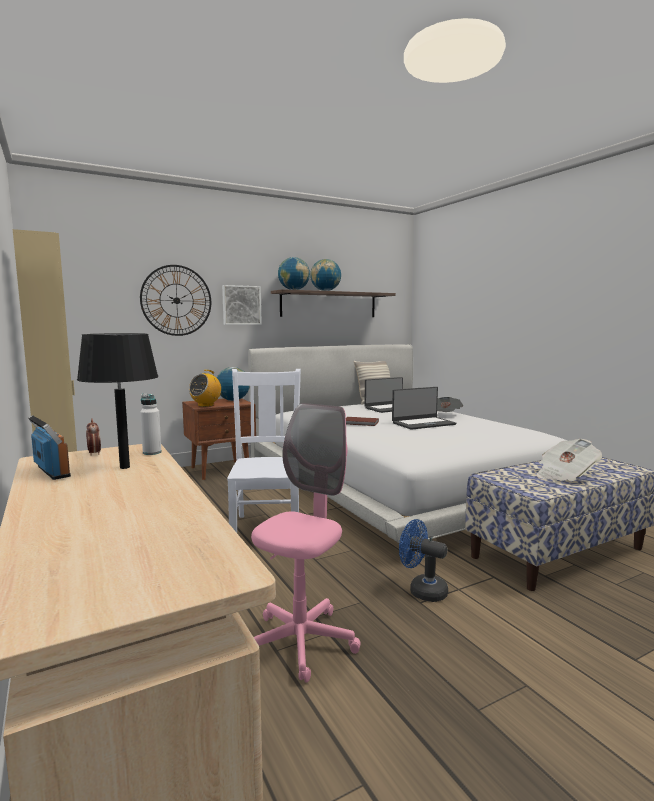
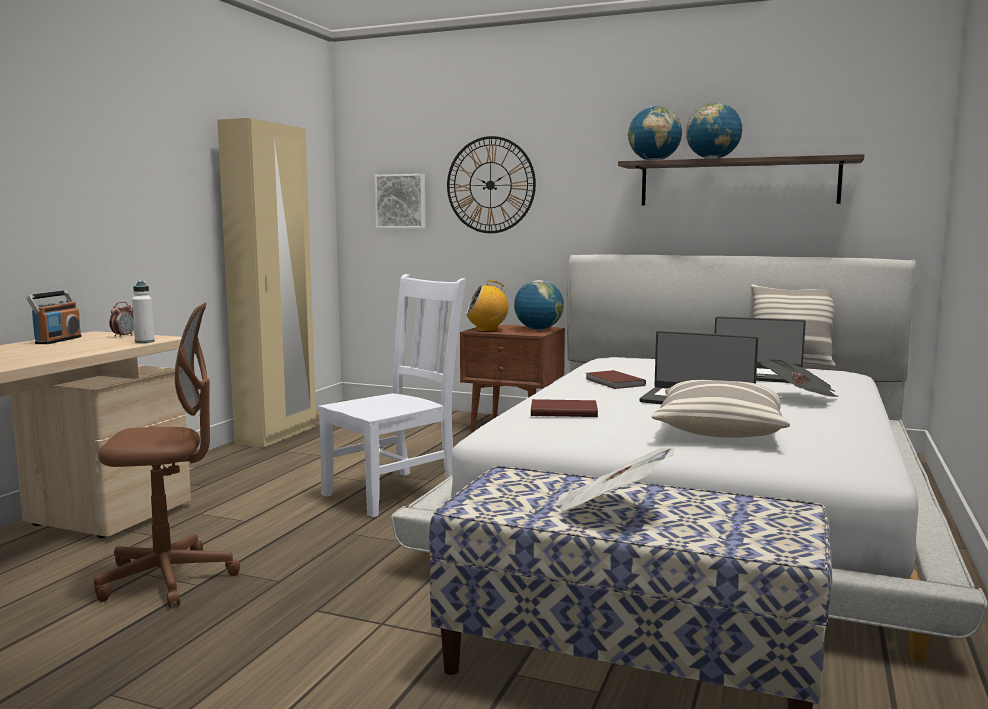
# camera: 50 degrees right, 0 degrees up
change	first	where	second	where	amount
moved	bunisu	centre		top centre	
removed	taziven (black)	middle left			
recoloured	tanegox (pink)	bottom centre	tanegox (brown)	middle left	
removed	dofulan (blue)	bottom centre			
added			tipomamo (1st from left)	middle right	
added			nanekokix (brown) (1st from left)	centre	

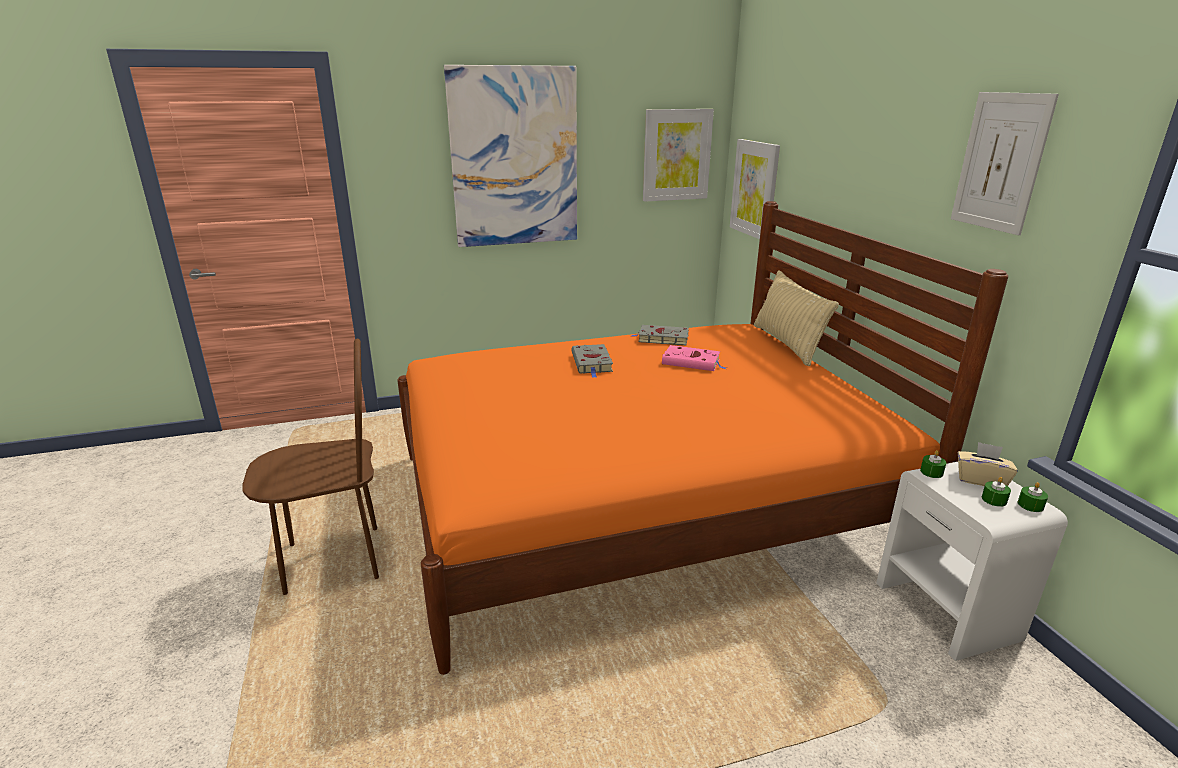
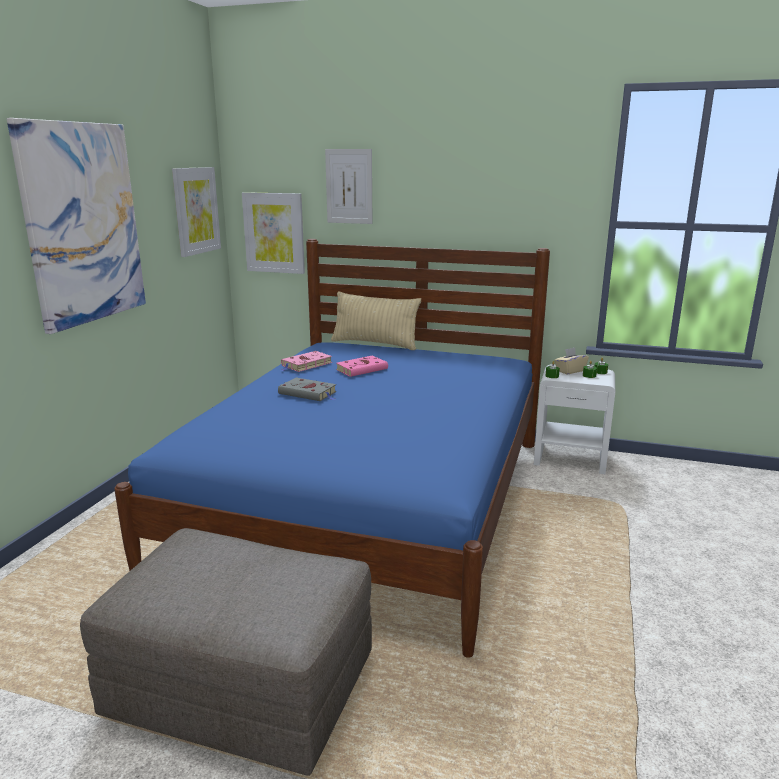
# camera: 55 degrees left, 5 degrees down
change	first	where	second	where	amount
moved	bunisu (4th from left)	top right		top centre	
recoloured	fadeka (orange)	centre	fadeka (blue)	centre	
recoloured	nanekokix (grey) (2nd from left)	centre	nanekokix (pink) (1st from left)	centre	
replaced	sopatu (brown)	middle left	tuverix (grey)	bottom left	

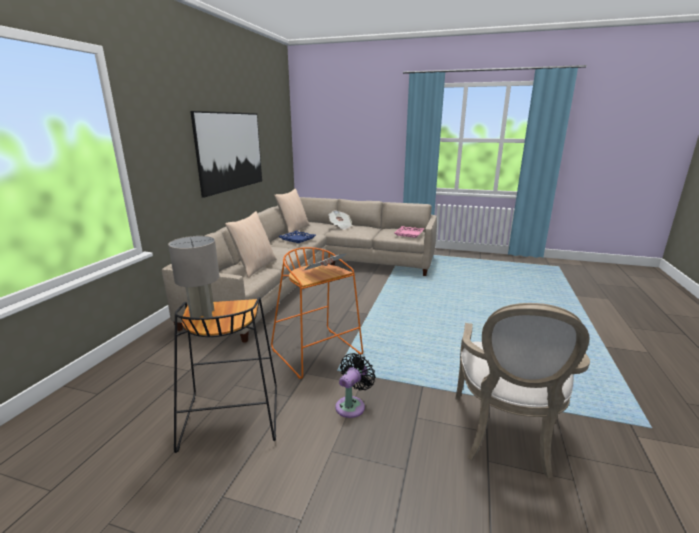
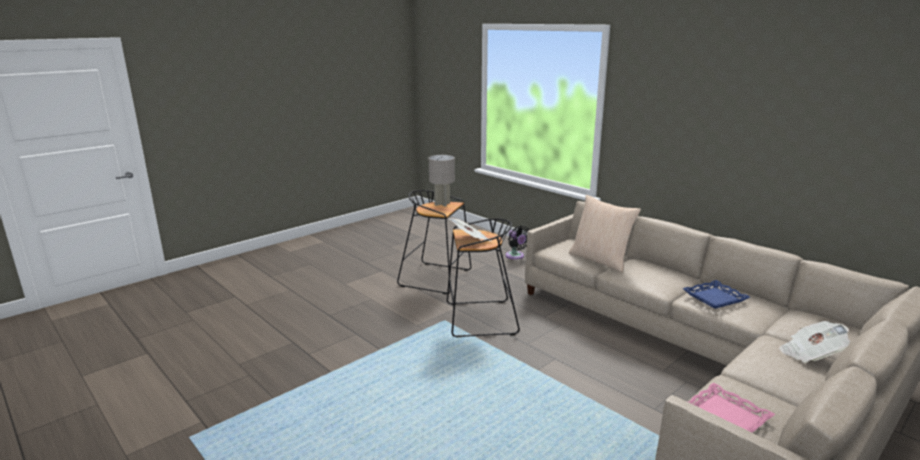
# camera: 120 degrees right, 0 degrees up
change	first	where	second	where	amount
removed	bunisu	top left			
removed	tipomamo (beige) (2nd from left)	centre			
recoloured	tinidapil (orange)	centre	tinidapil (black) (2nd from left)	centre	
removed	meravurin	bottom right			
moved	dofulan (black)	bottom centre		centre	

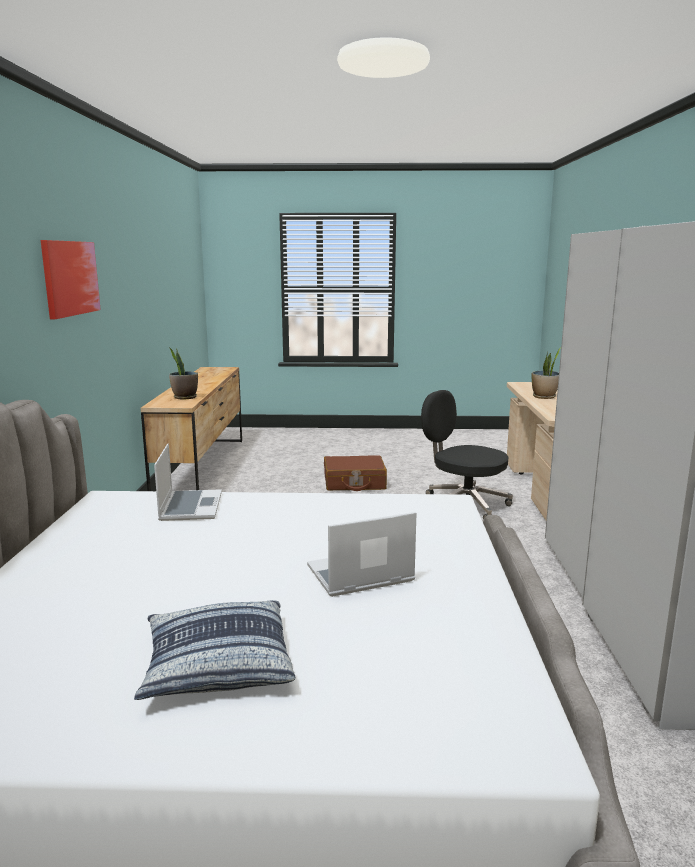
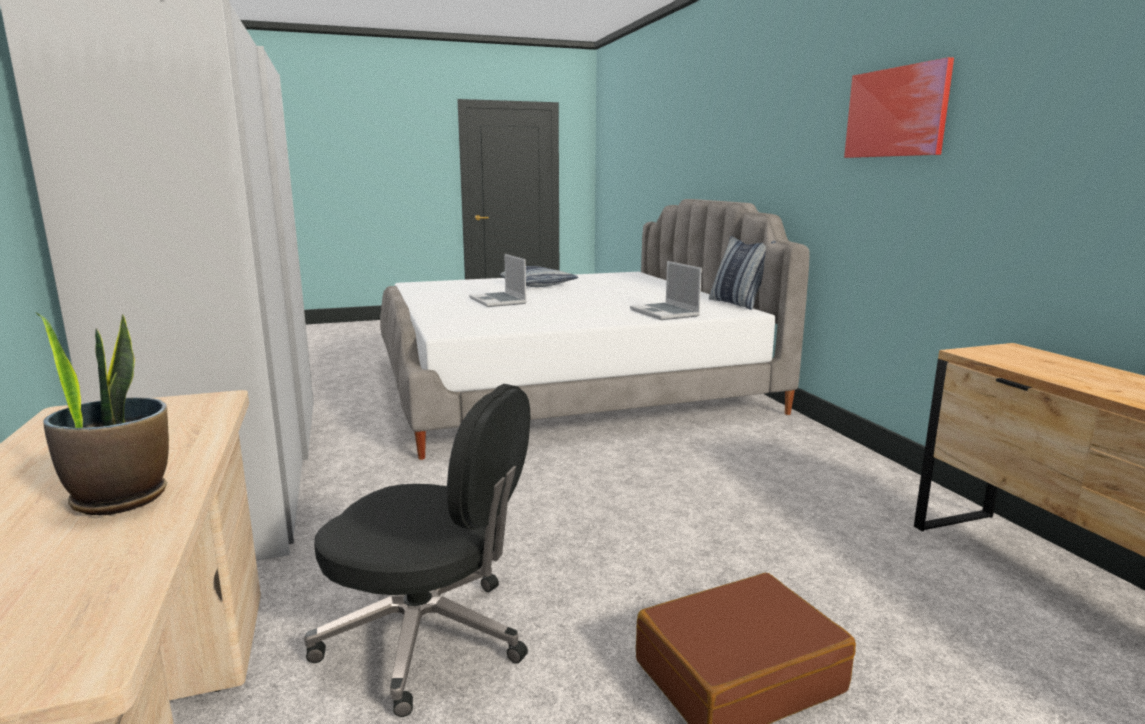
# camera: 160 degrees right, 0 degrees up
change	first	where	second	where	amount
removed	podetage (1st from left)	middle left			
turned	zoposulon (2nd from left in the first image)	centre	zoposulon (1st from left)	centre	105 degrees clockwise
added			tipomamo (2nd from left)	centre	

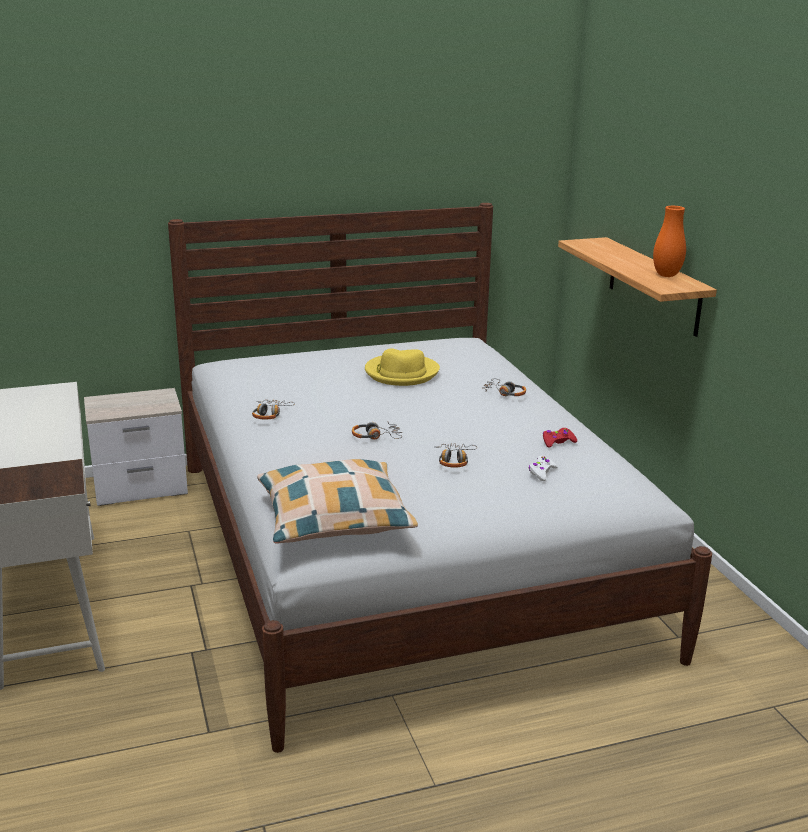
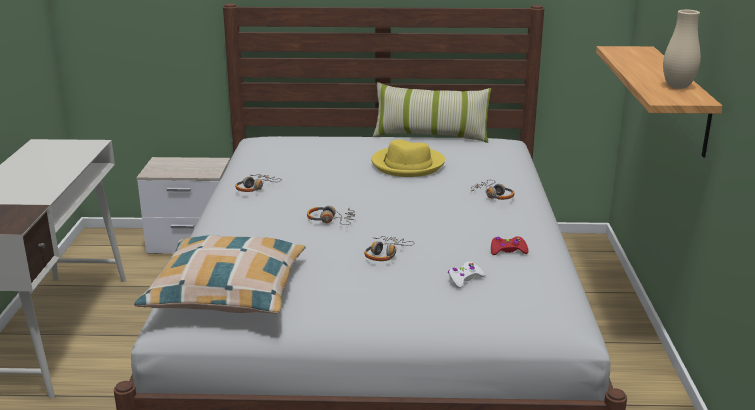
# camera: 20 degrees right, 0 degrees up
change	first	where	second	where	amount
recoloured	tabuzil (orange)	top right	tabuzil (beige)	top right	
added			tipomamo (2nd from left)	top centre	

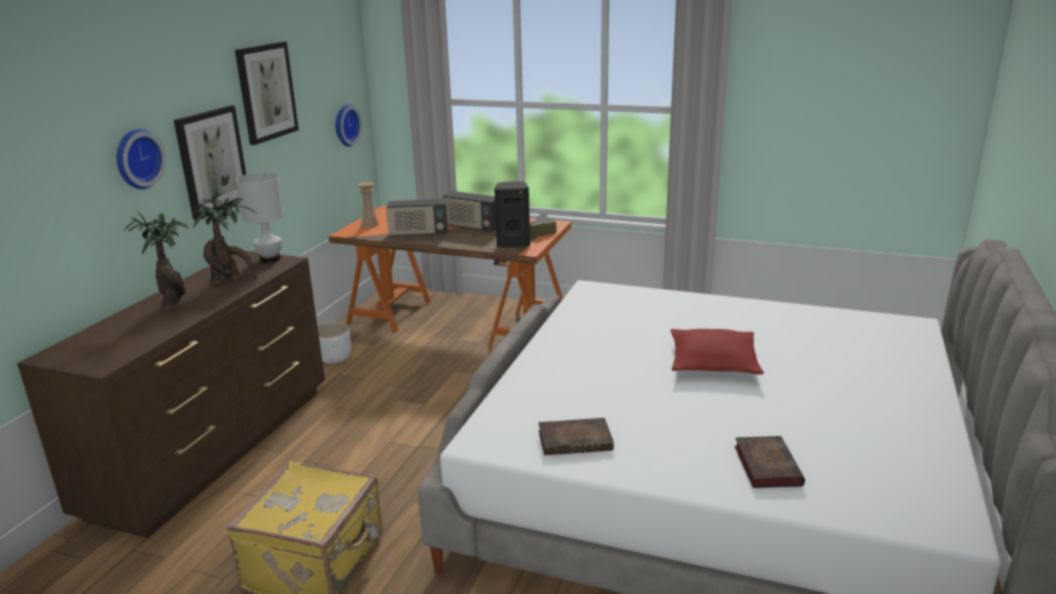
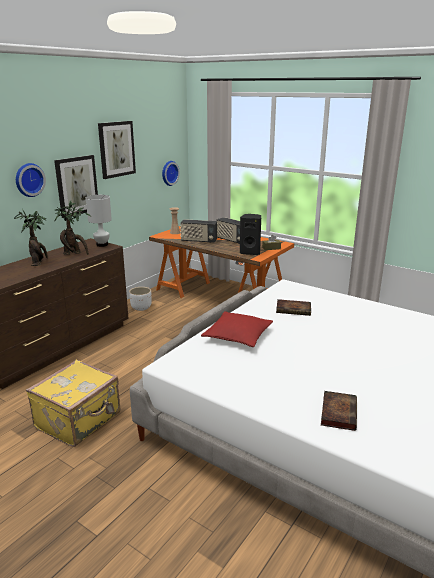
# camera: 15 degrees right, 0 degrees up
change	first	where	second	where	amount
moved	tipomamo (red)	middle right		centre	
moved	nanekokix (1st from left)	bottom centre		middle right	

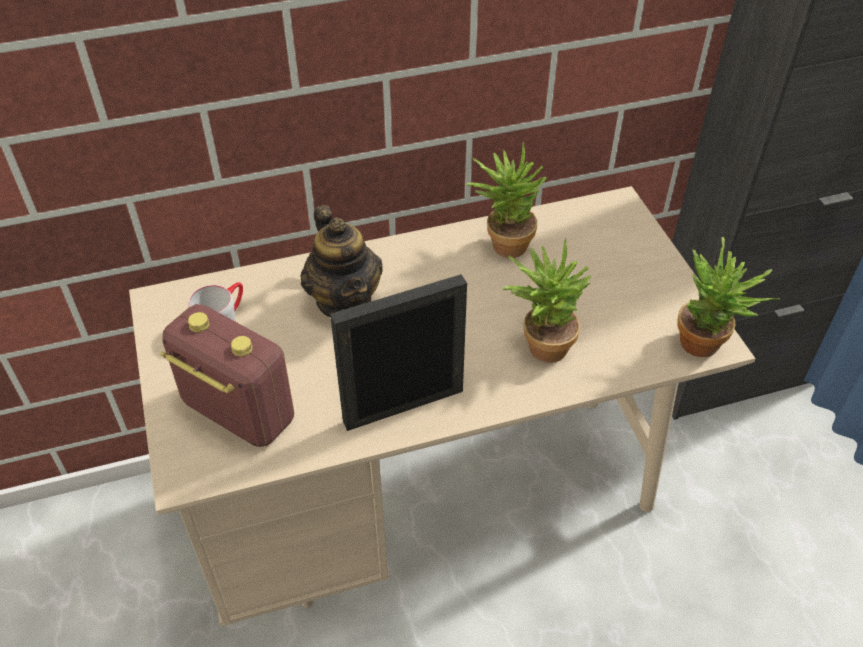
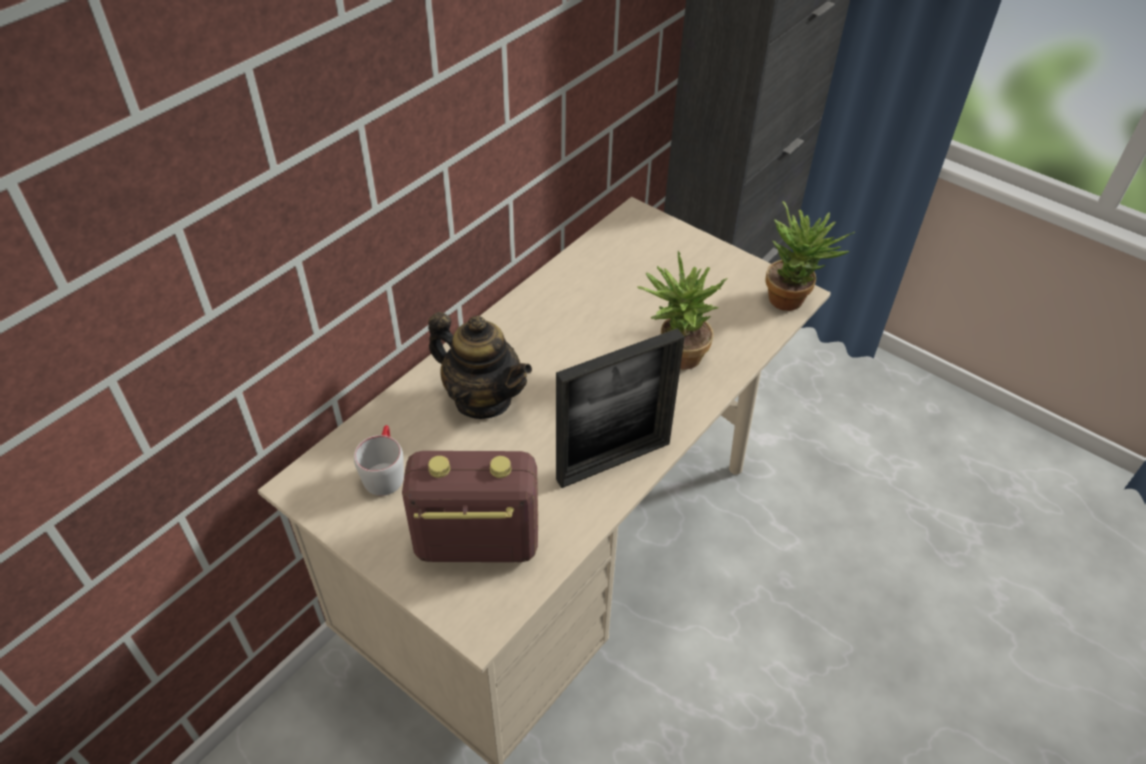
# camera: 35 degrees left, 0 degrees up
change	first	where	second	where	amount
removed	podetage (1st from left)	top centre			
turned	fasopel	centre		centre	150 degrees counterclockwise

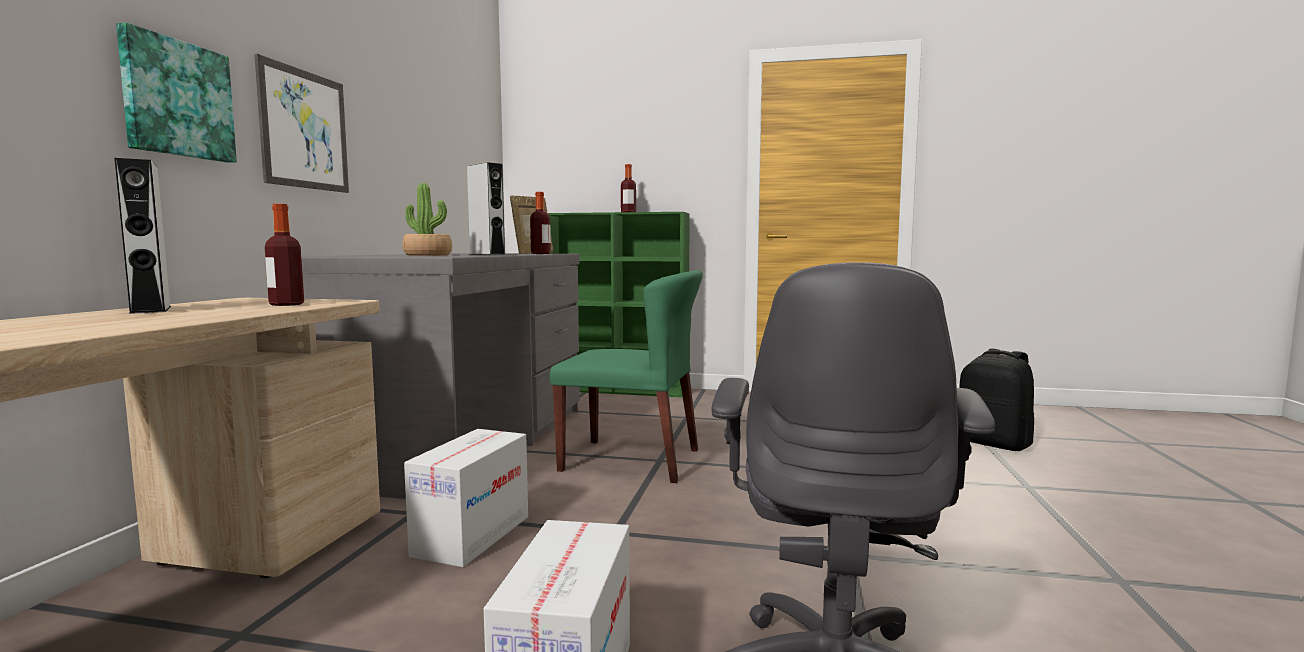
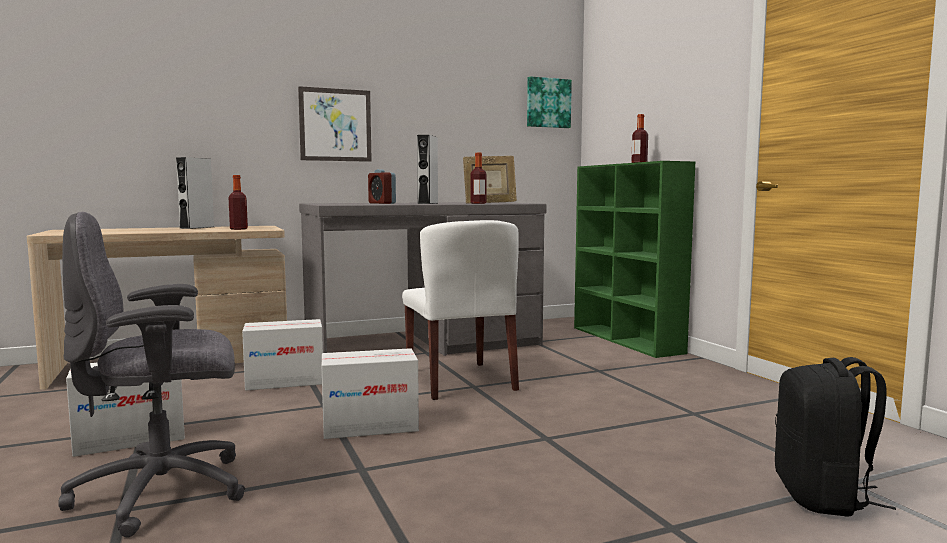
# camera: 55 degrees right, 0 degrees up
change	first	where	second	where	amount
moved	bunisu (1st from left in the first image)	top left	bunisu (2nd from left)	top centre	
replaced	podetage	middle left	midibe	centre	
recoloured	sopatu (green)	centre	sopatu (white)	centre	
added			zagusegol (3rd from left)	bottom centre	

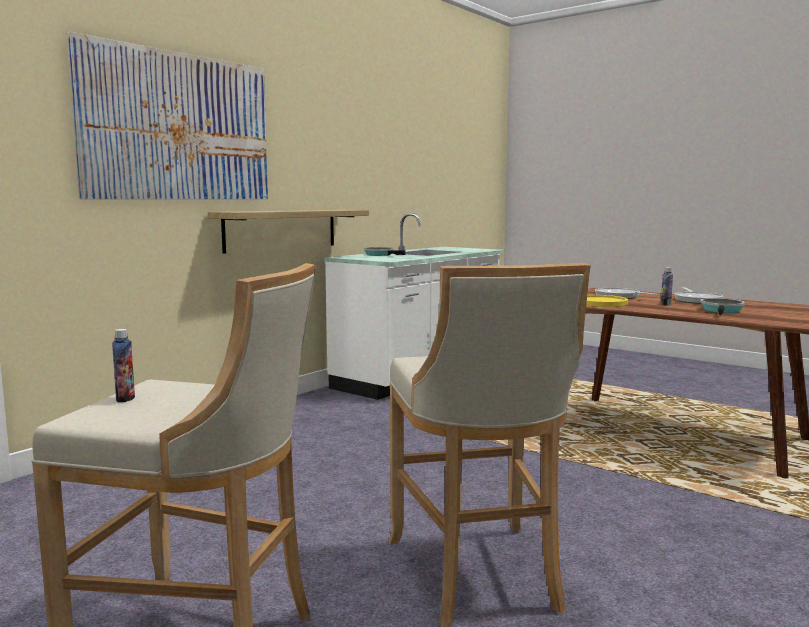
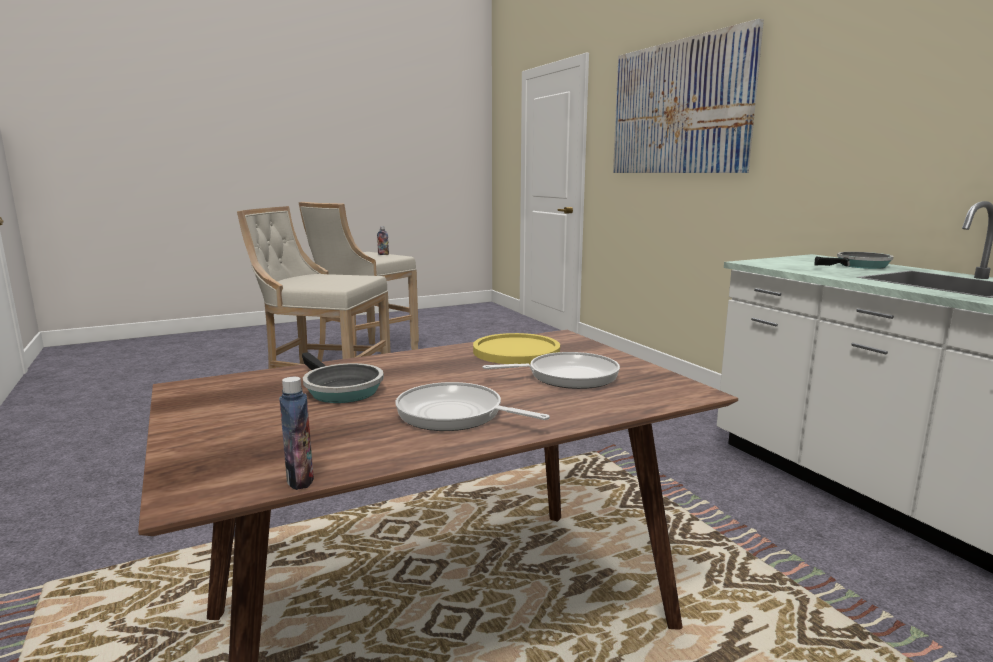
# camera: 115 degrees right, 5 degrees up
change	first	where	second	where	amount
removed	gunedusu	centre			
moved	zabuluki (2nd from left in the first image)	middle right	zabuluki (1st from left)	middle left	

